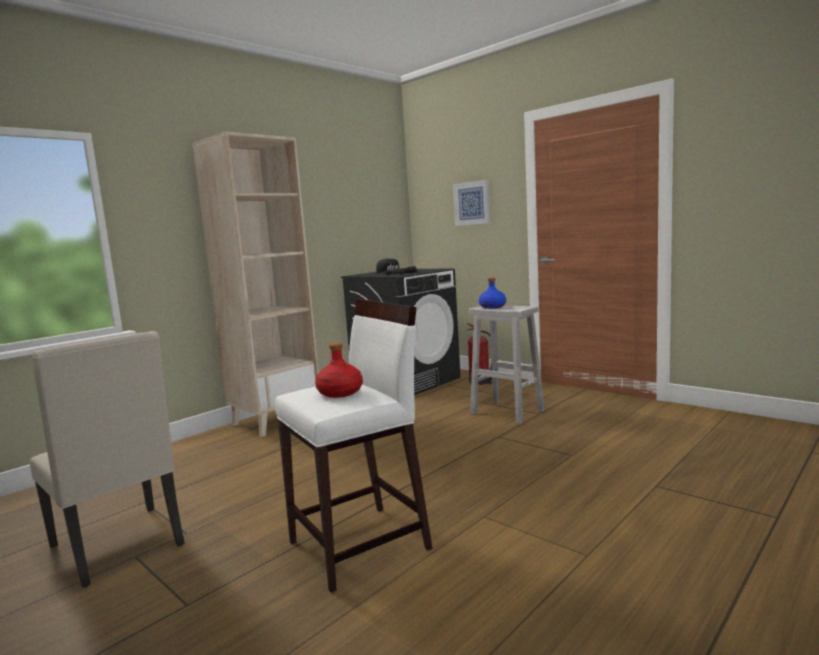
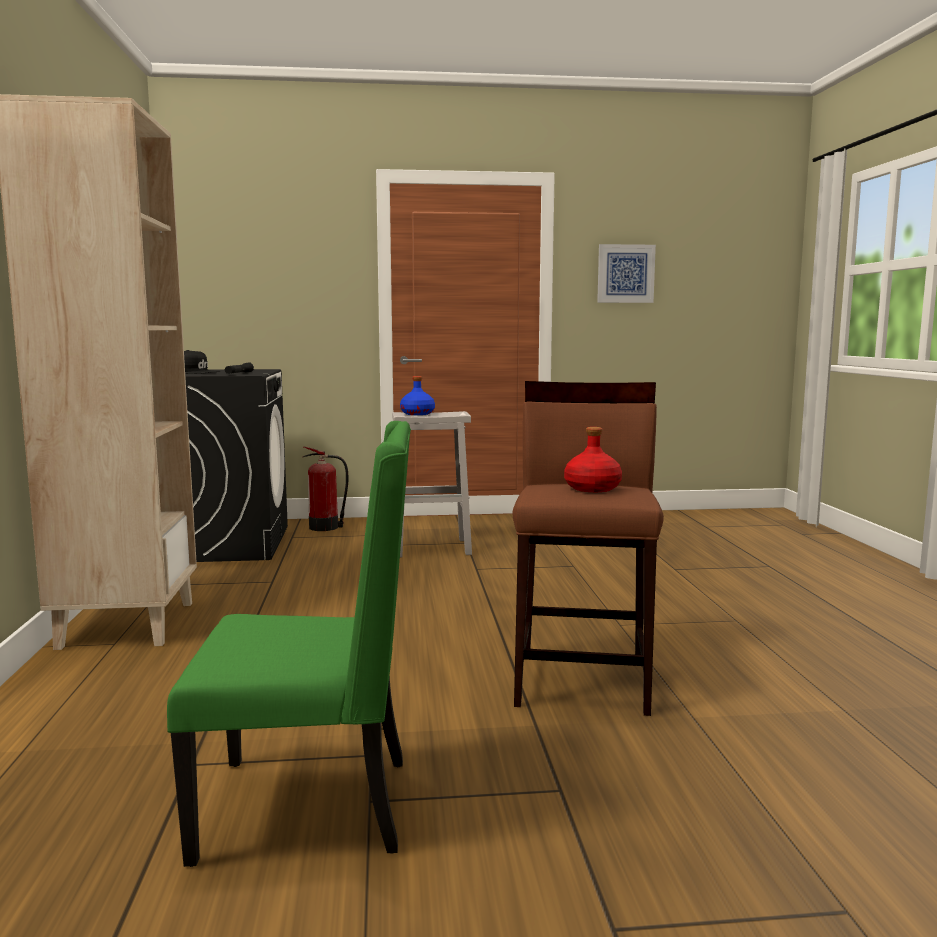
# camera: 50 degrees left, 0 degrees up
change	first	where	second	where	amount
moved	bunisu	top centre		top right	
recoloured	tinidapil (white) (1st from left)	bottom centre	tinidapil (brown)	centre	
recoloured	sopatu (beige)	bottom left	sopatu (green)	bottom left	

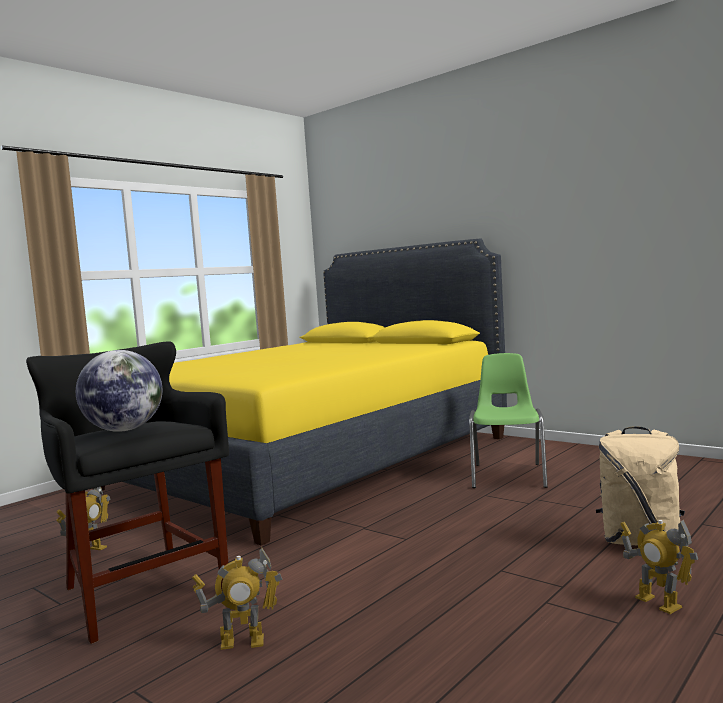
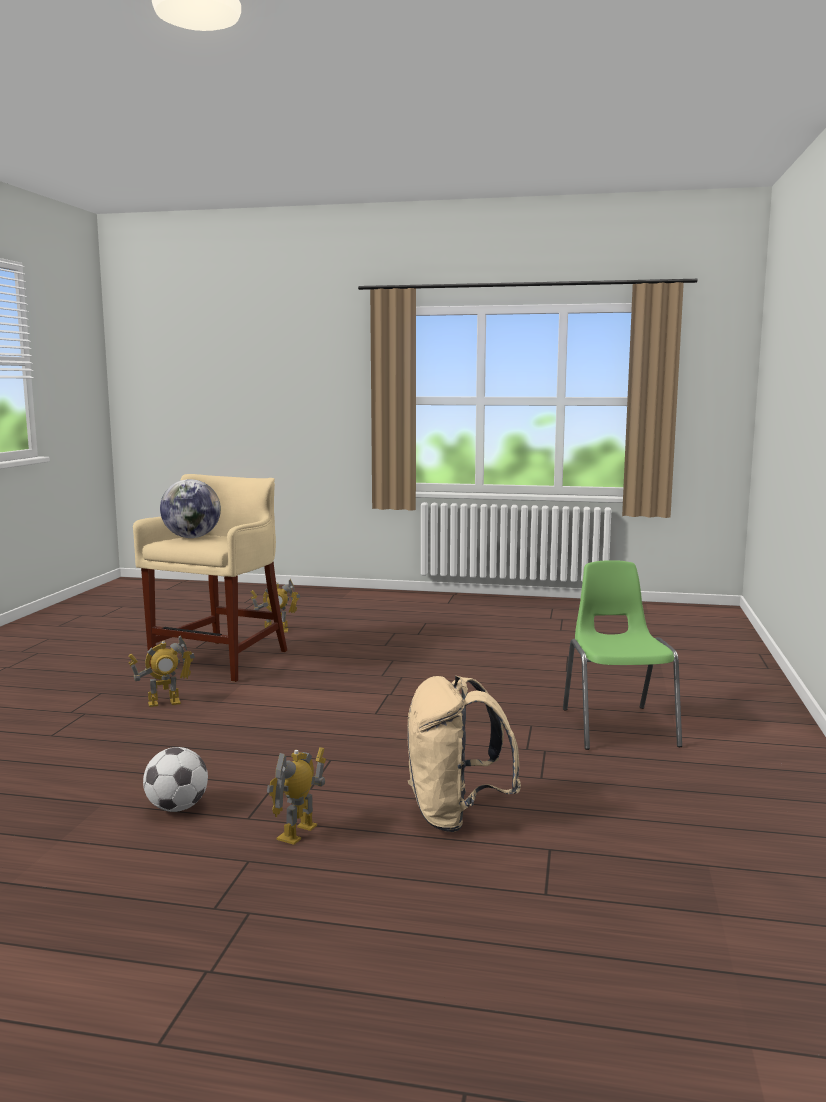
# camera: 60 degrees right, 5 degrees up
change	first	where	second	where	amount
removed	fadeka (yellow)	centre			
recoloured	tinidapil (black)	bottom left	tinidapil (beige)	middle left	
turned	sopatu (green)	middle right		middle right	75 degrees counterclockwise
turned	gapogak (2nd from left in the first image)	bottom left	gapogak (1st from left)	middle left	75 degrees counterclockwise
added			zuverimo	bottom left	

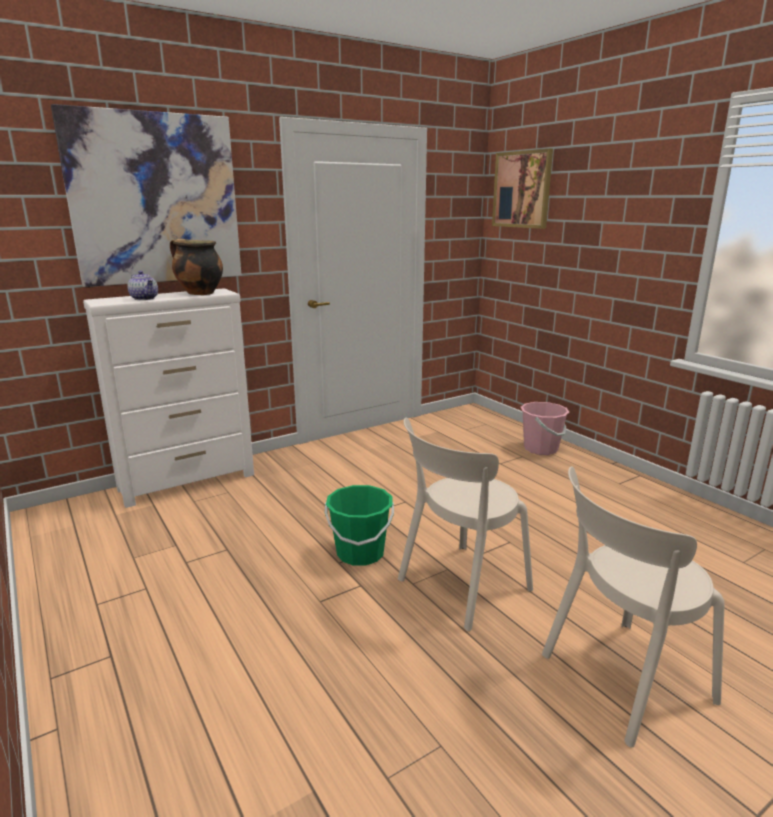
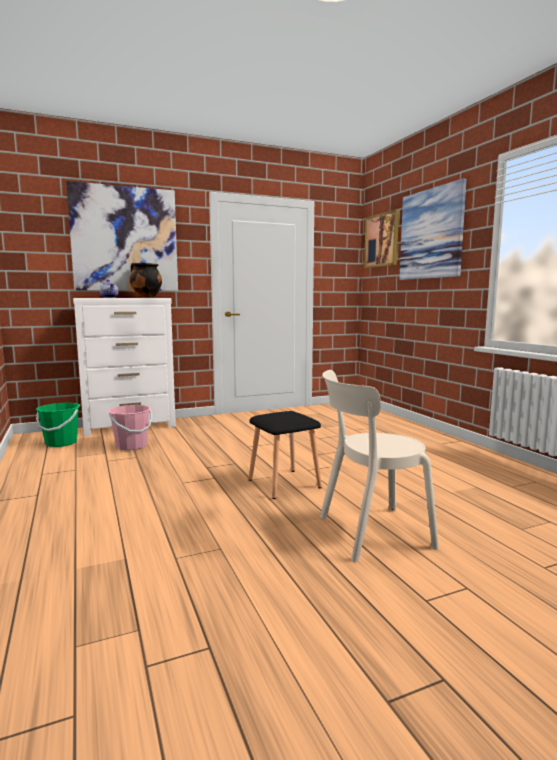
# camera: 10 degrees right, 10 degrees down
change	first	where	second	where	amount
moved	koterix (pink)	middle right		middle left	
replaced	sopatu (beige) (1st from left)	centre	tinidapil (black)	centre	
moved	koterix (green)	centre		middle left	
added			bunisu (3rd from left)	top right	

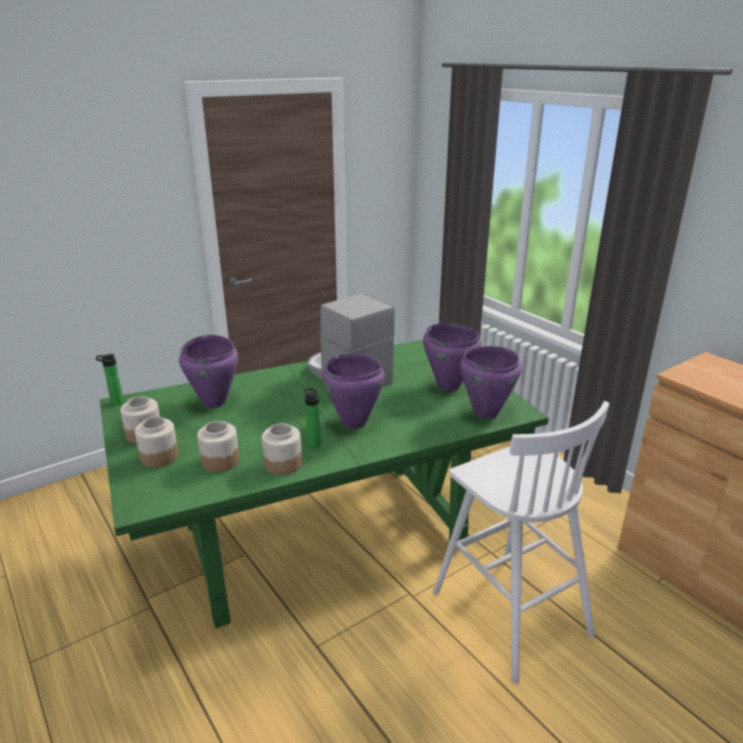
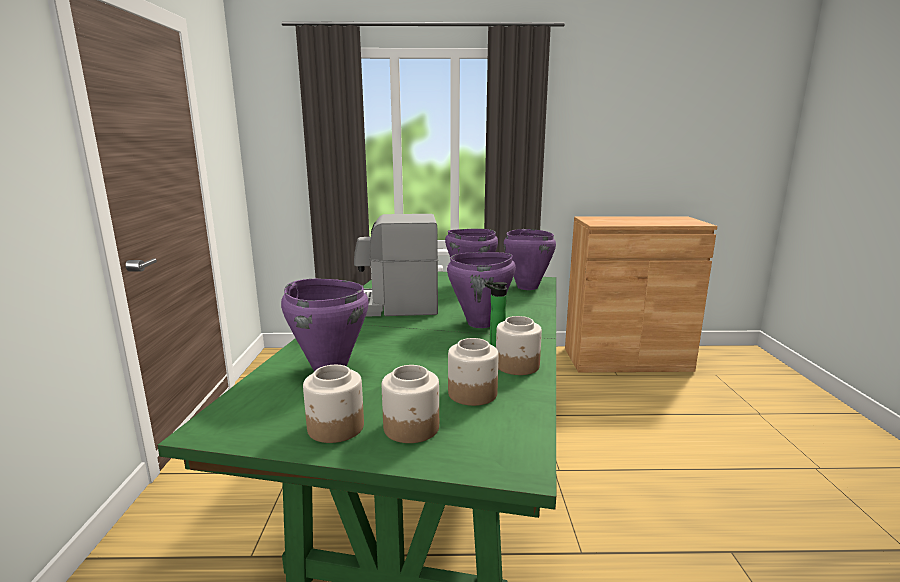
# camera: 55 degrees left, 10 degrees down
change	first	where	second	where	amount
removed	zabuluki (1st from left)	middle left			
removed	tinidapil (white)	bottom right			

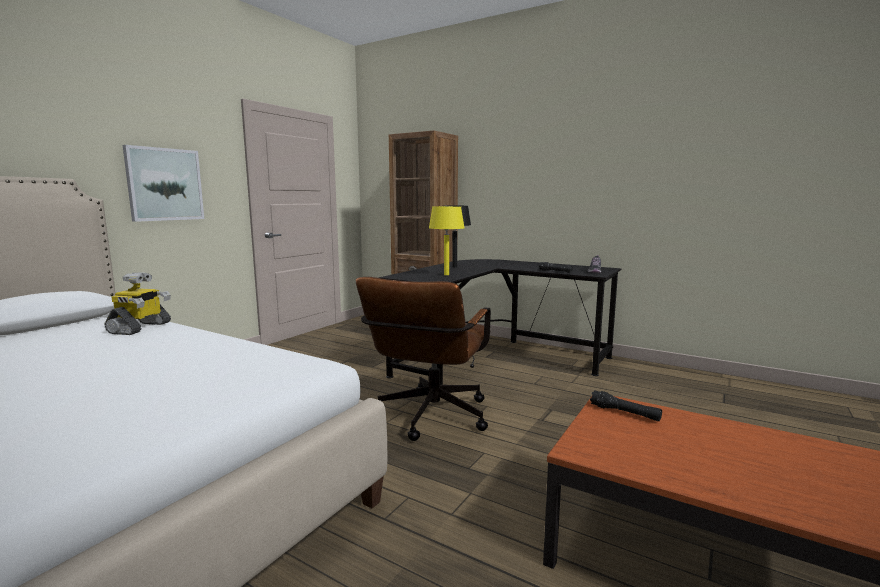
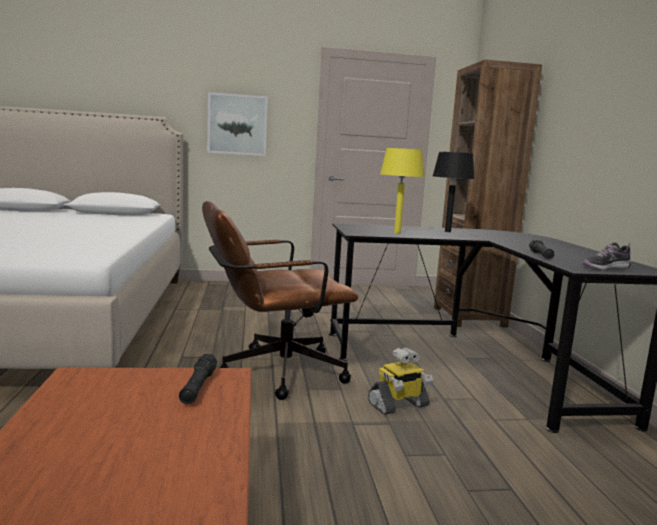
# camera: 50 degrees right, 0 degrees up
change	first	where	second	where	amount
moved	gapogak	middle left		bottom centre	

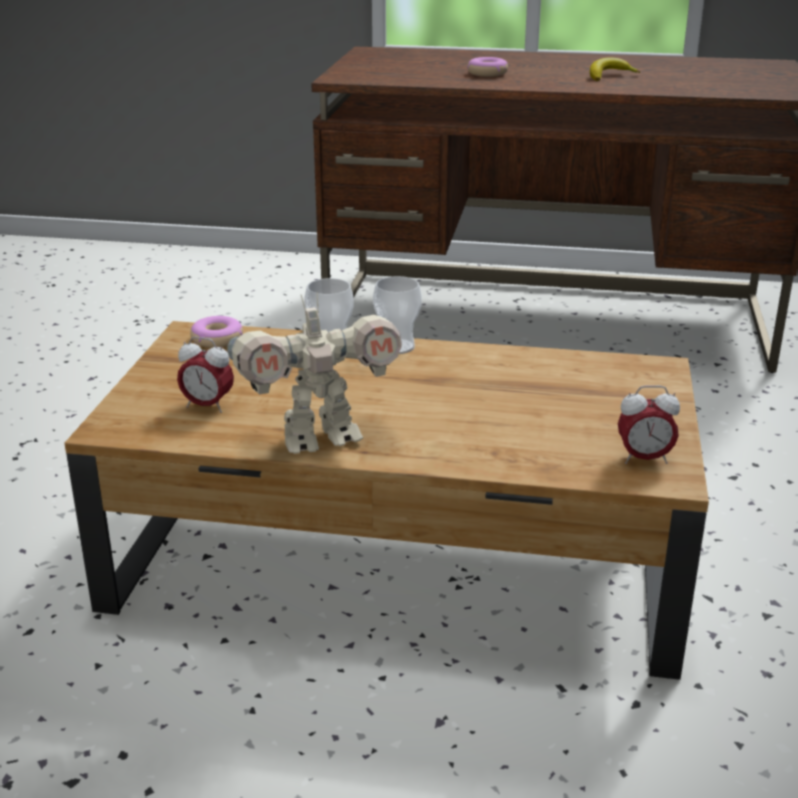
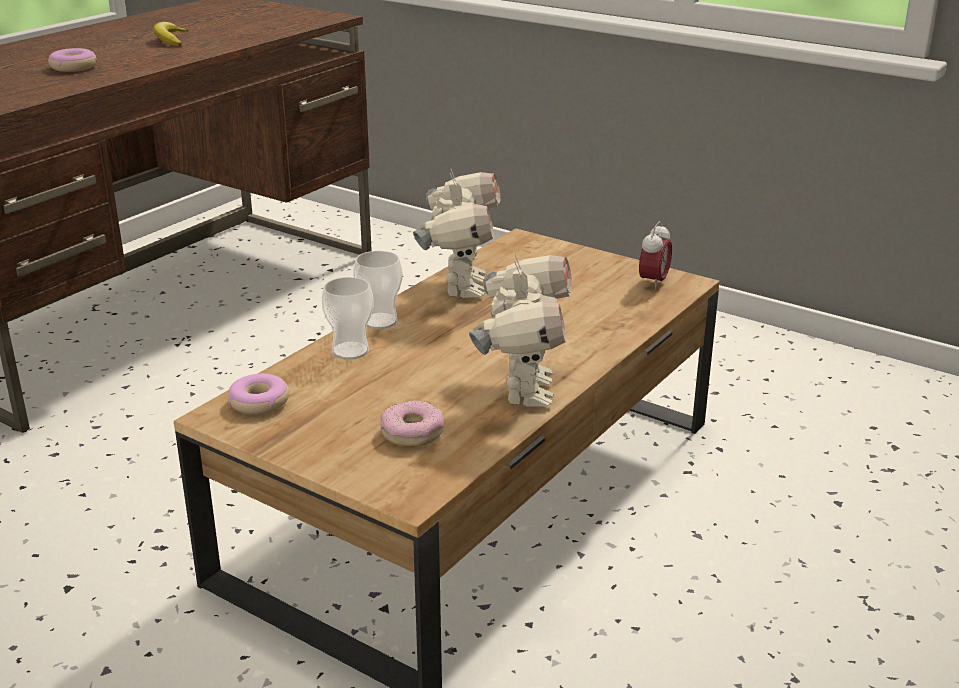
# camera: 65 degrees left, 0 degrees up
change	first	where	second	where	amount
replaced	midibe (1st from left)	middle left	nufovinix (3rd from left)	centre	
added			gapogak (1st from left)	centre	

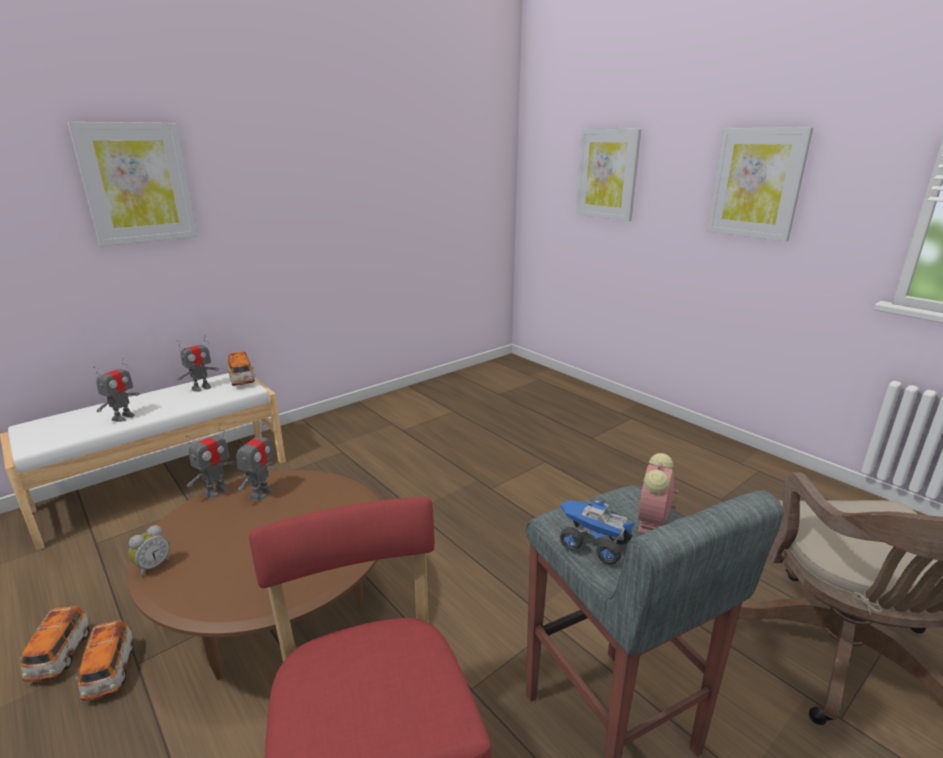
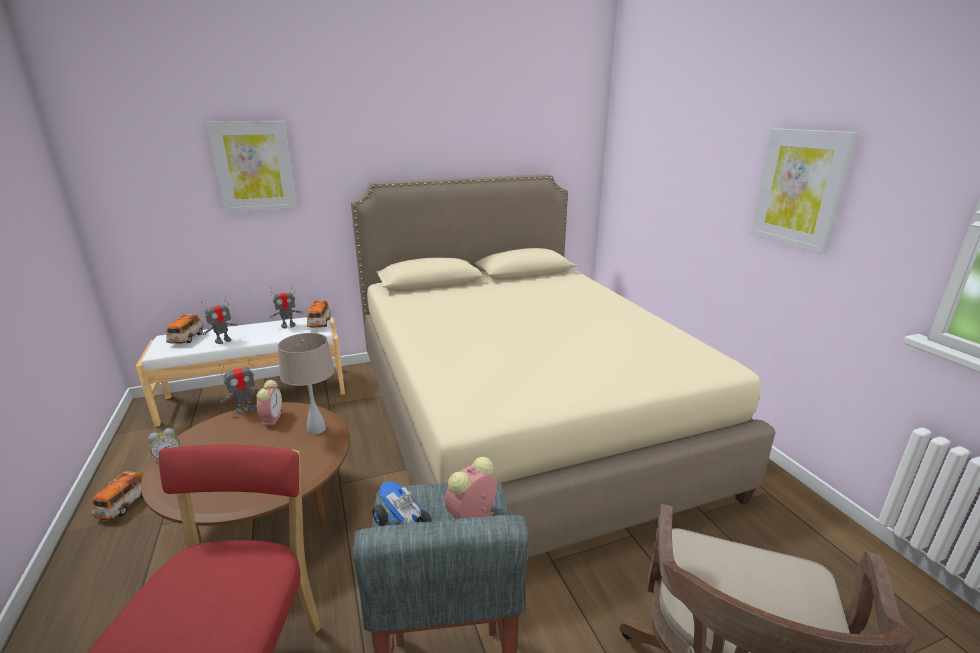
# camera: 20 degrees right, 0 degrees up
change	first	where	second	where	amount
removed	bunisu (2nd from left)	top centre			
replaced	gapogak (4th from left)	middle left	midibe (2nd from left)	middle left	
moved	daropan (2nd from left)	bottom left		middle left	
added			fadeka (beige)	centre	
added			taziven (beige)	middle left	

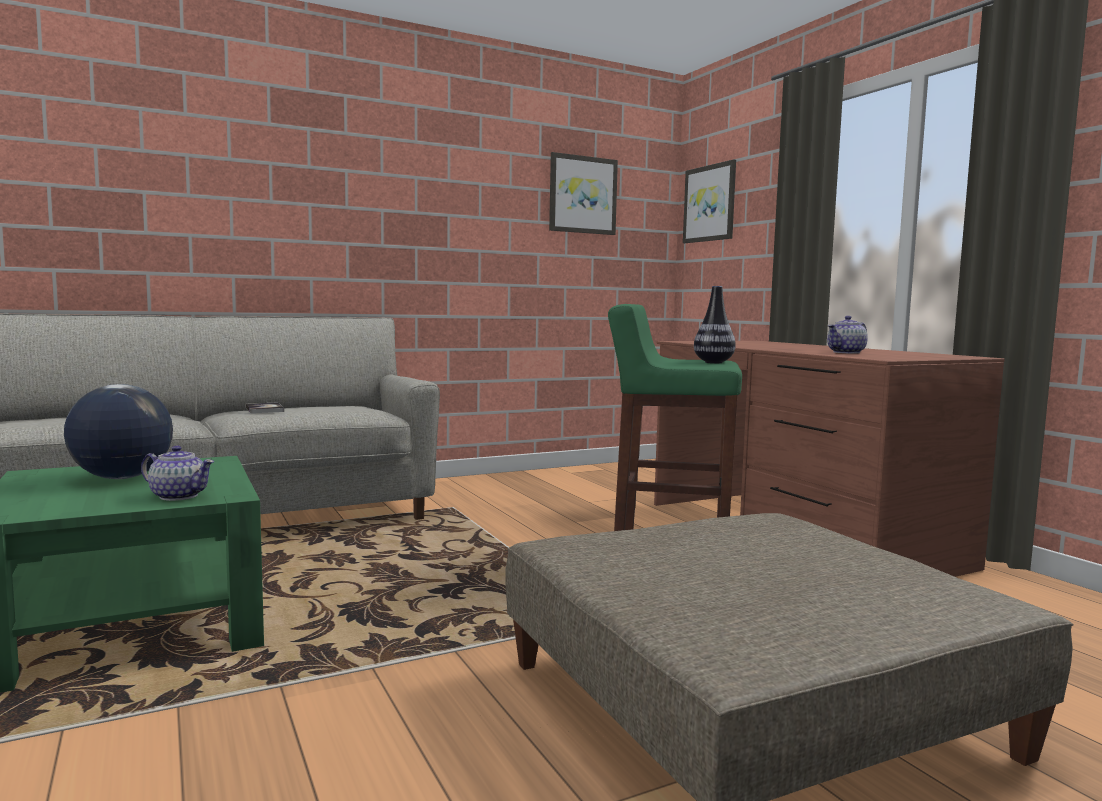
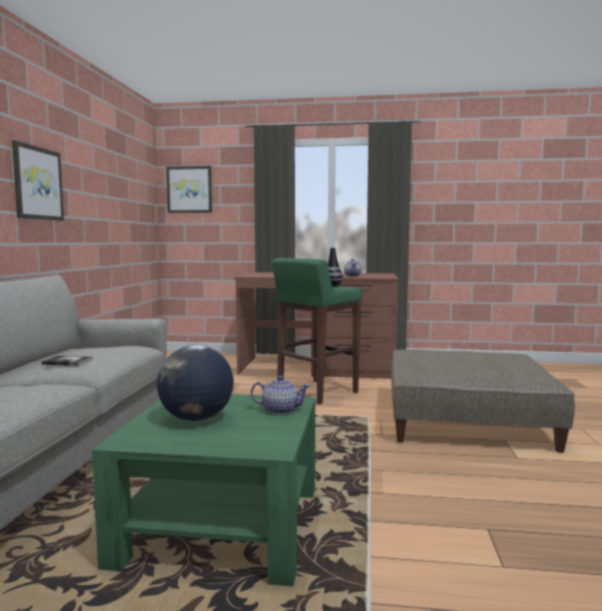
# camera: 55 degrees left, 0 degrees up
change	first	where	second	where	amount
moved	bunisu (1st from left)	top centre		top left	
turned	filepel (1st from left)	middle left		centre	45 degrees clockwise

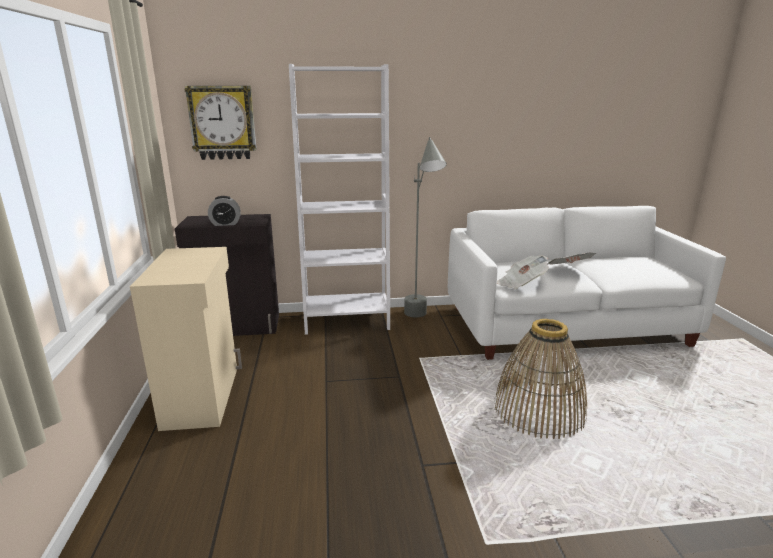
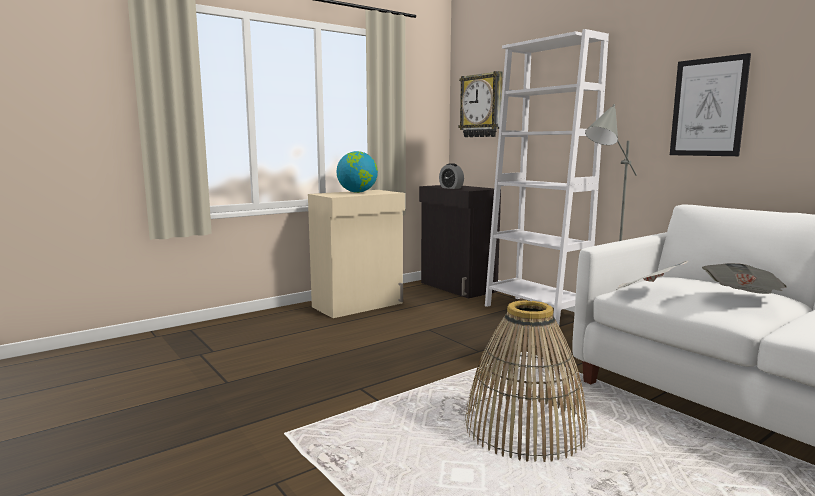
# camera: 60 degrees right, 10 degrees down
change	first	where	second	where	amount
added			bunisu	top right	
added			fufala	centre	

